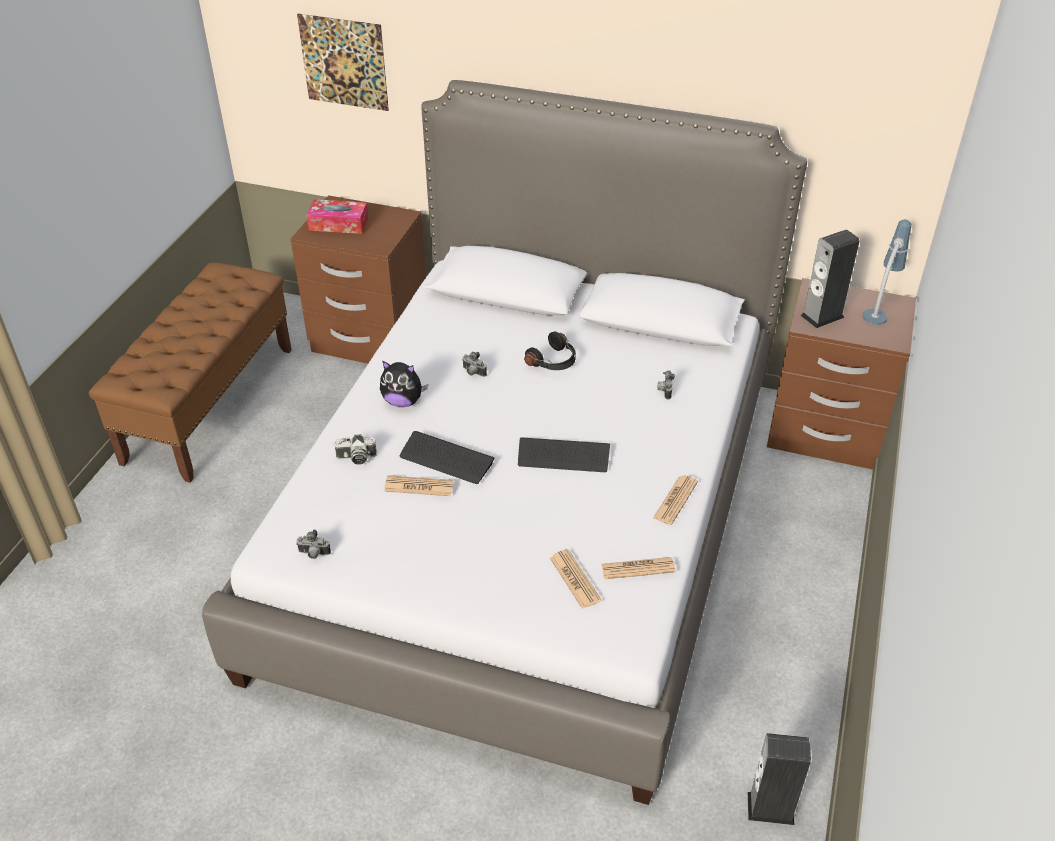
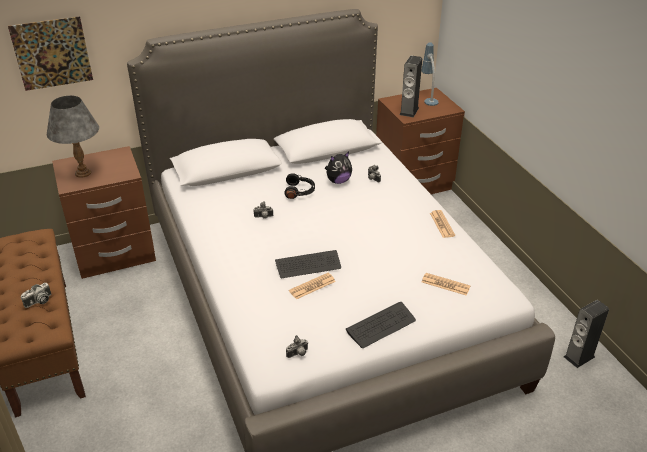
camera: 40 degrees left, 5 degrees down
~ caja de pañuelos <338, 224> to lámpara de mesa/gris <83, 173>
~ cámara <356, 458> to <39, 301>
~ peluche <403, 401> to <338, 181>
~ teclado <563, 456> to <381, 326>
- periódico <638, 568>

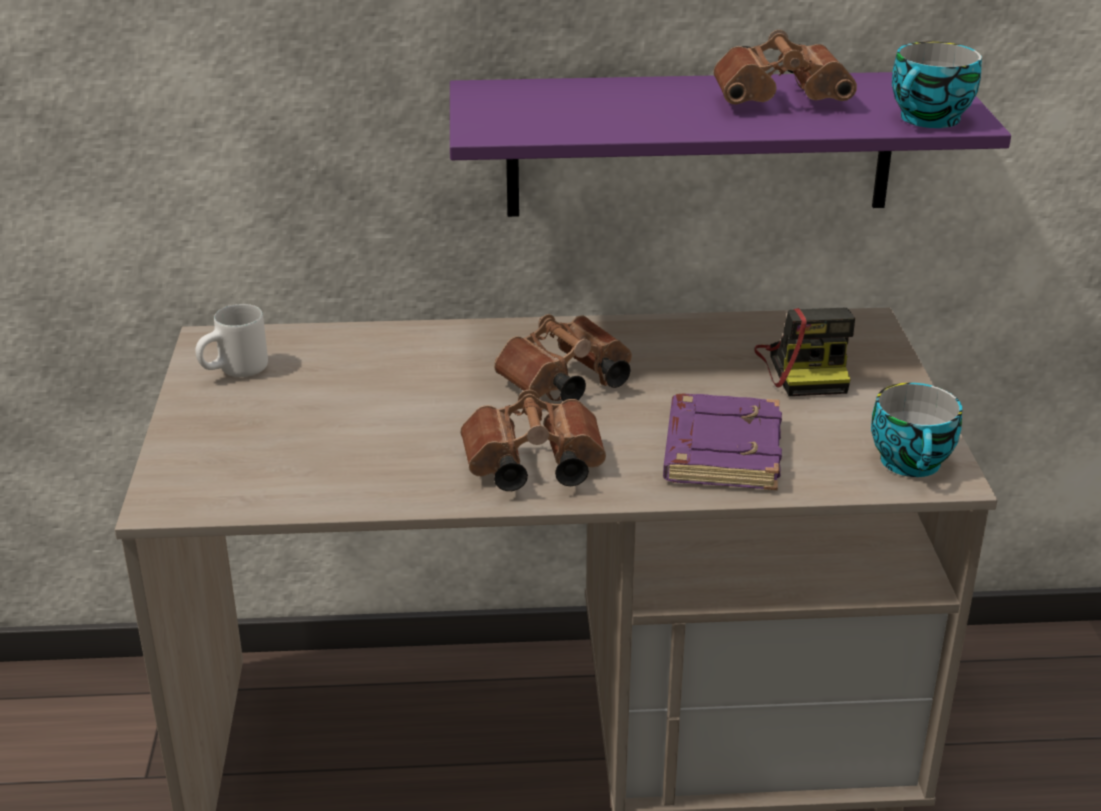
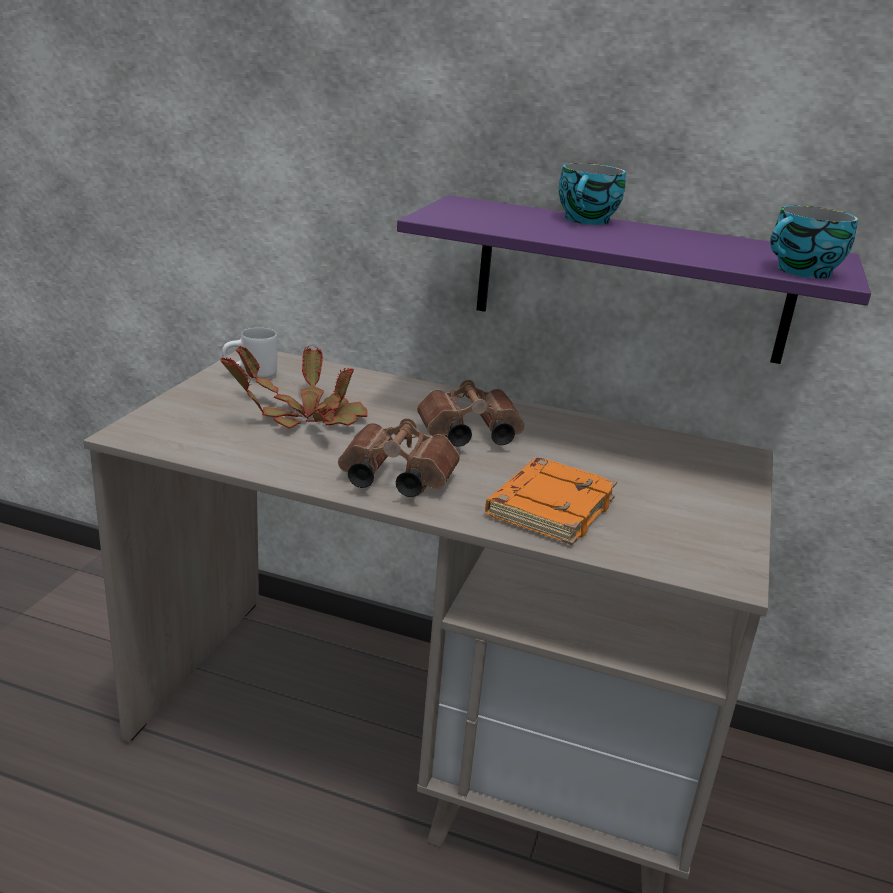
camera: 20 degrees right, 5 degrees down
~ libro/morado <720, 451> to libro/naranja <549, 507>
- prismáticos/marrón <783, 100>
- cámara <806, 368>
~ taza <913, 464> to <587, 221>
+ planta en maceta <305, 417>

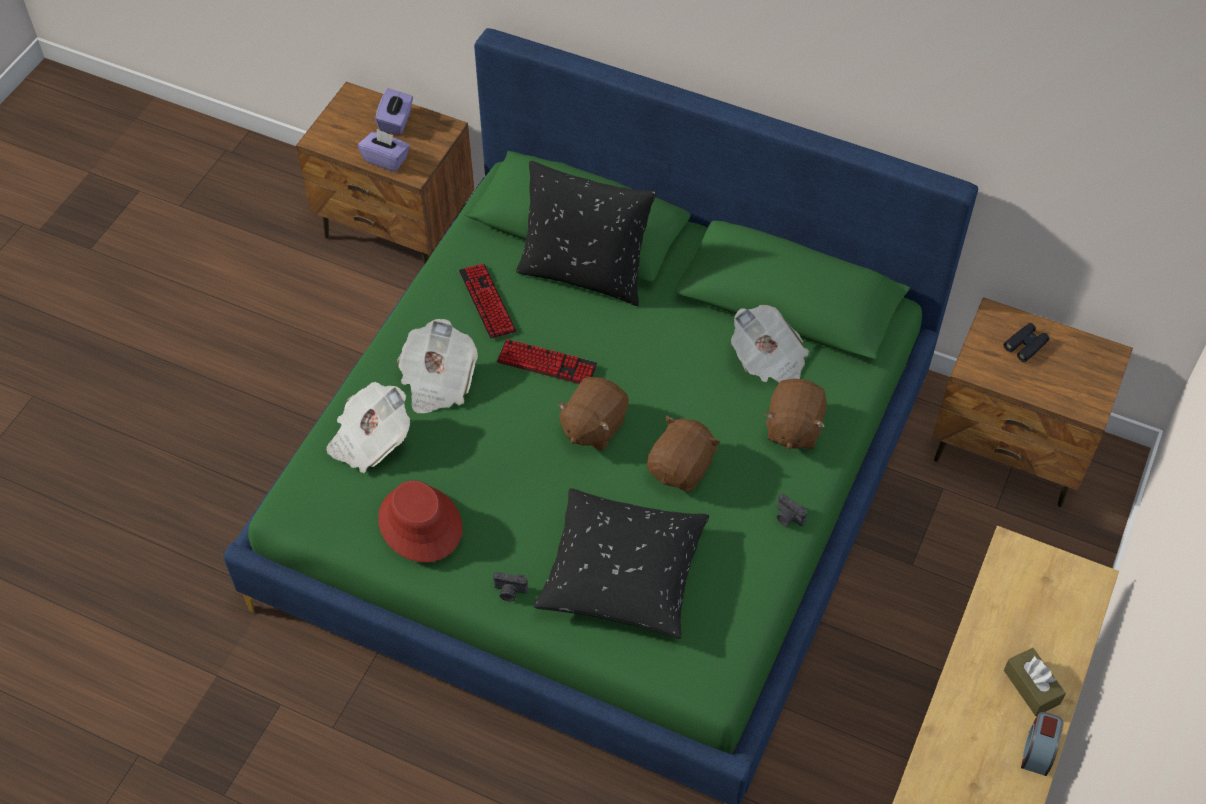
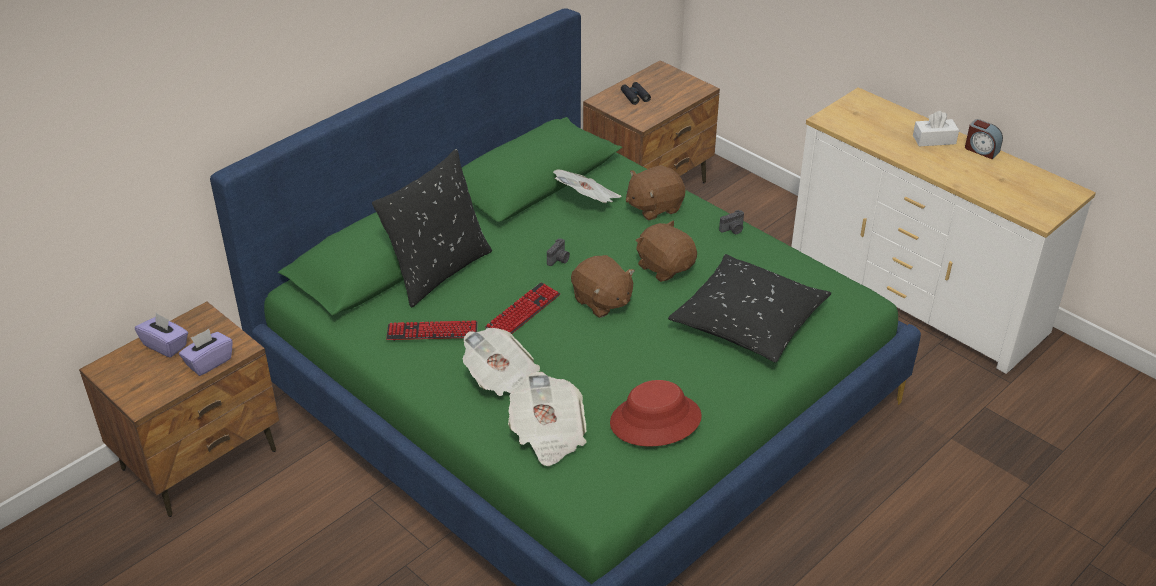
camera: 70 degrees left, 15 degrees down
~ cámara <509, 592> to <559, 260>
~ peluche/marrón <793, 428> = <654, 207> 120 degrees clockwise
~ caja de pañuelos/marrón <1031, 687> to caja de pañuelos/blanco <934, 139>

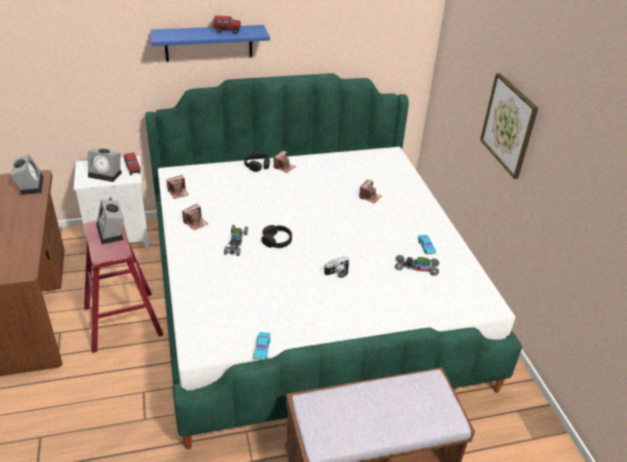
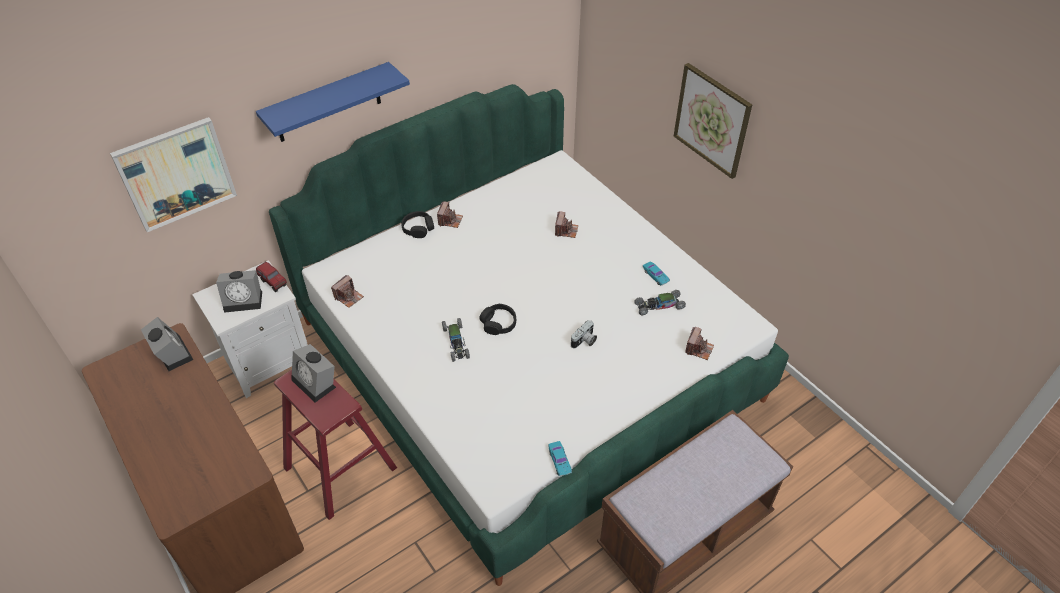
camera: 20 degrees left, 10 degrees up
~ cámara <195, 223> to <698, 349>
- camión de juguete <227, 31>
+ cuadro <176, 173>

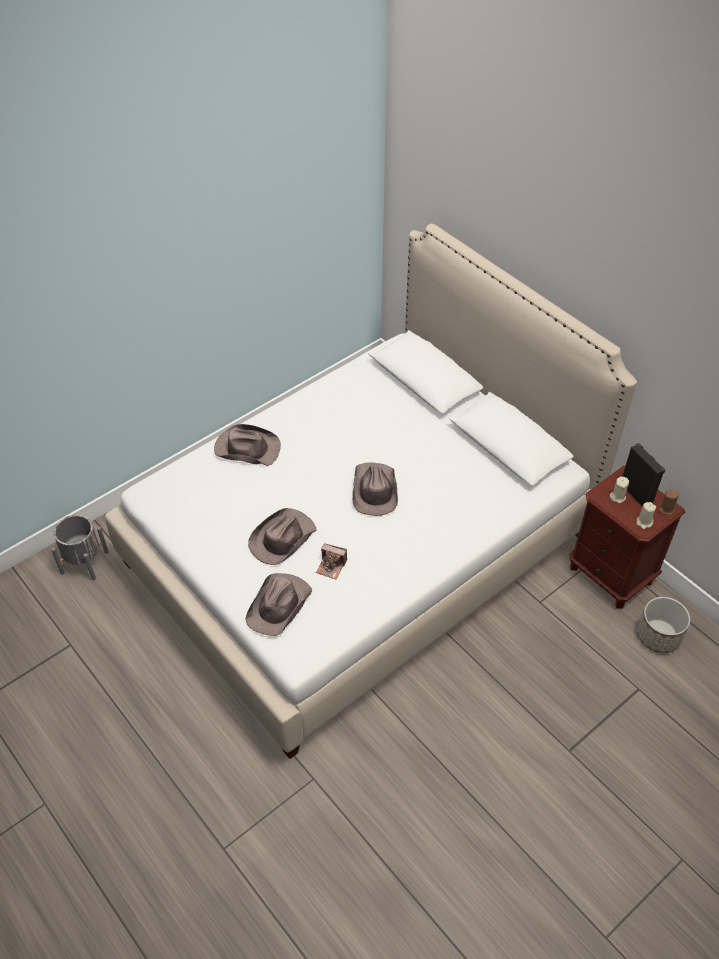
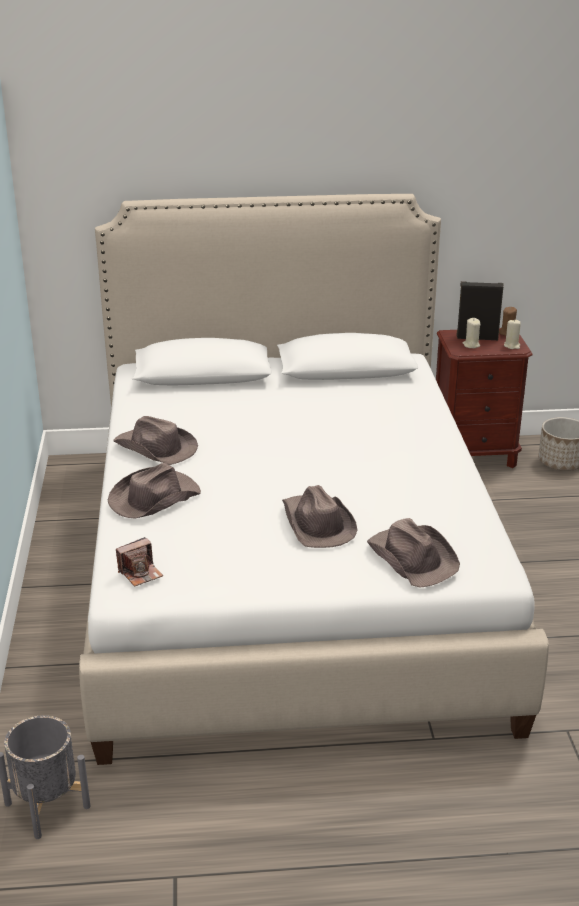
camera: 55 degrees left, 20 degrees down
~ cámara <331, 566> to <140, 573>
~ sombrero/marrón <374, 490> to <156, 448>

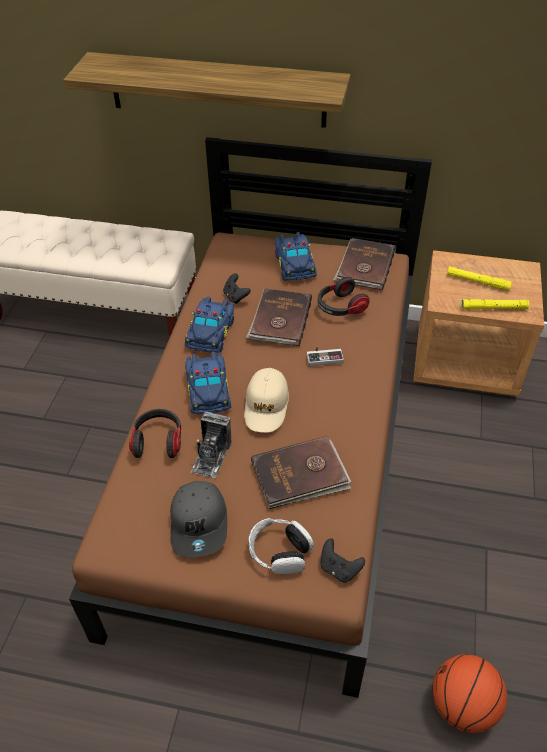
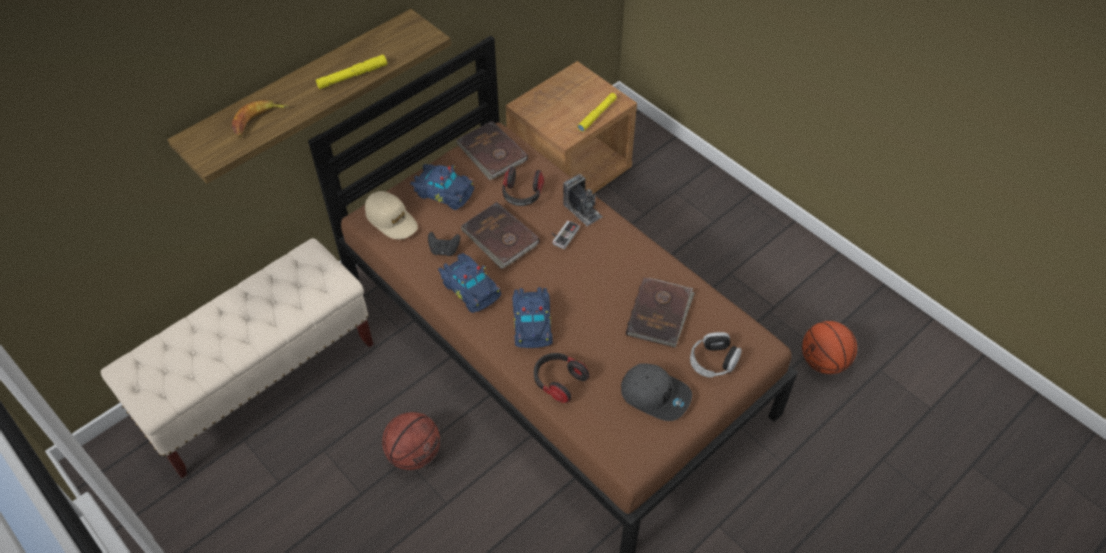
camera: 55 degrees left, 5 degrees up
~ coche de juguete/azul <209, 389> = <533, 323> 60 degrees clockwise
~ cámara <211, 456> to <582, 210>
~ gorra/beis <266, 406> to <391, 220>
- mando de consola/negro <339, 568>
~ linterna/amarillo <478, 282> to <352, 76>
+ plátano <258, 121>
+ balón de baloncesto <414, 453>

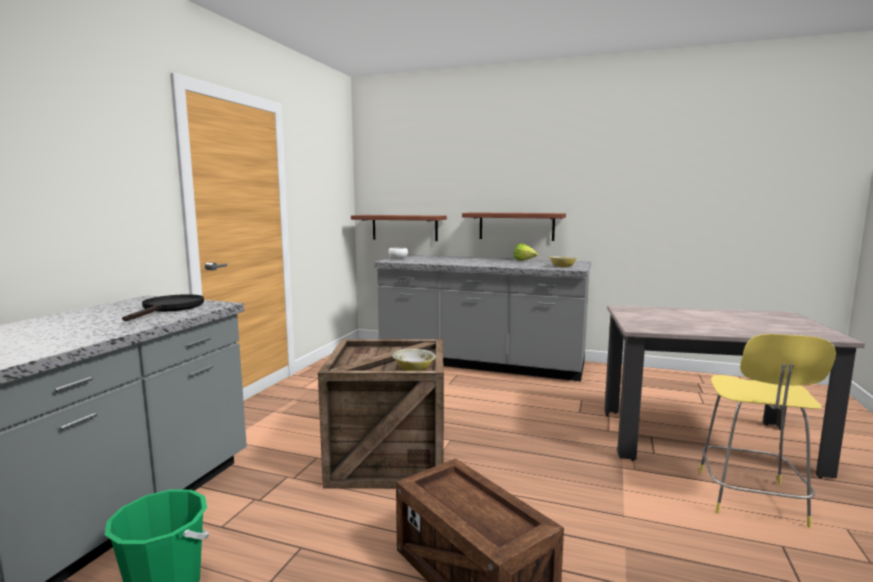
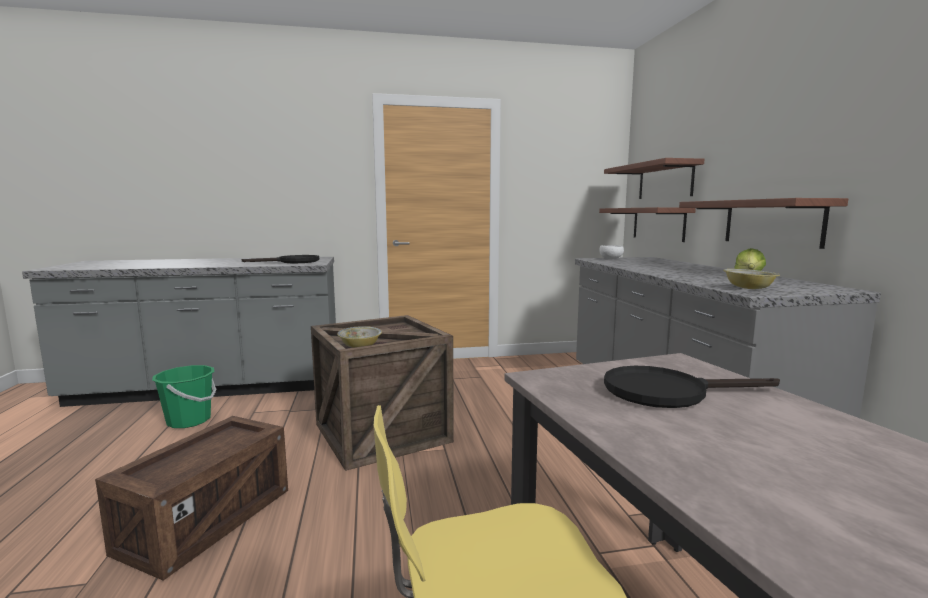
camera: 60 degrees right, 0 degrees up
+ estante <665, 181>
+ sartén/negro <667, 392>

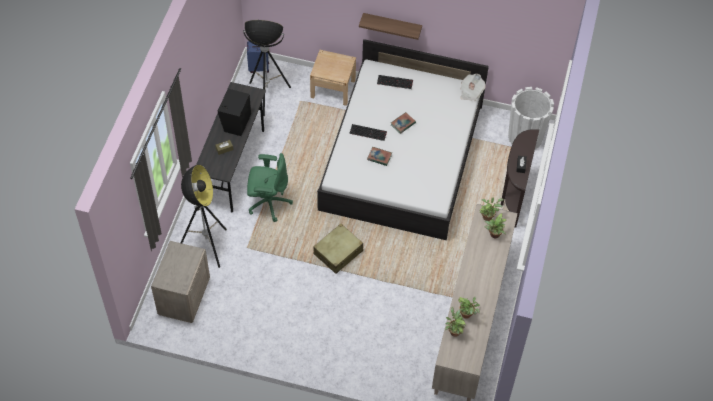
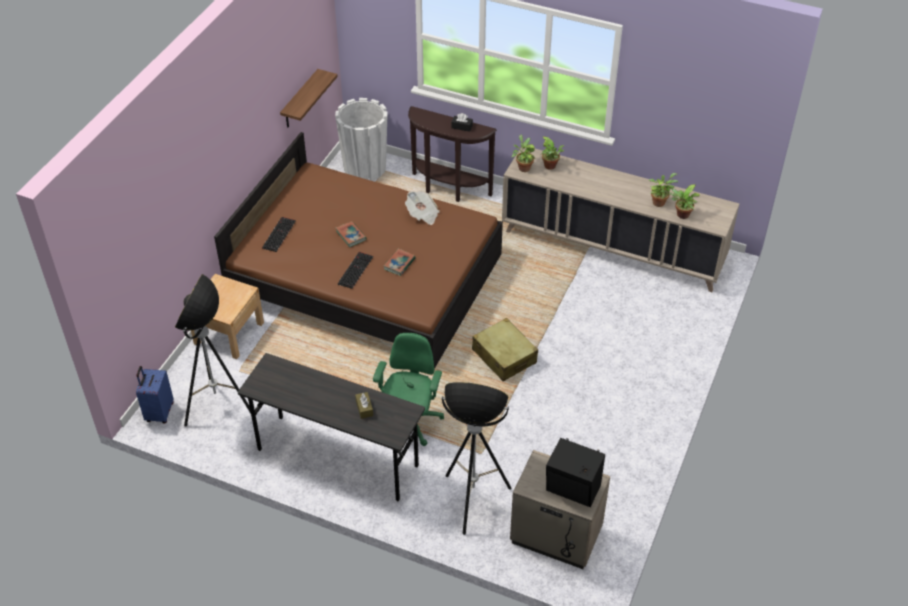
camera: 80 degrees left, 10 degrees down
~ altavoz/negro <235, 123> to <573, 490>
~ cama/blanco <402, 157> to cama/marrón <366, 278>
~ estante <392, 25> to <300, 100>
~ periódico <470, 92> to <422, 214>

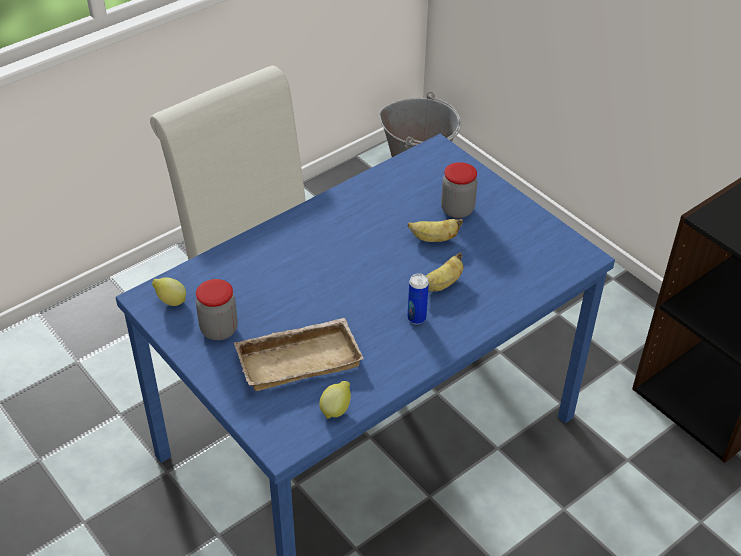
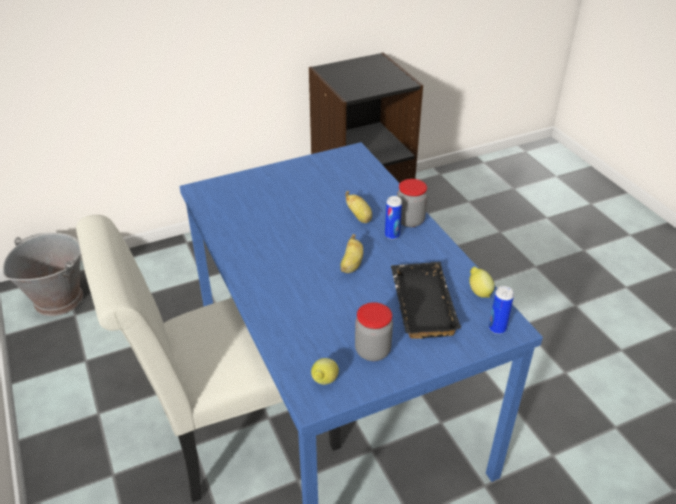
camera: 75 degrees left, 5 degrees down
~ bandeja/beis <299, 358> to bandeja/negro <419, 304>
~ plátano <434, 239> to <351, 265>
~ tarro <457, 210> to <410, 220>
+ lata <497, 328>

